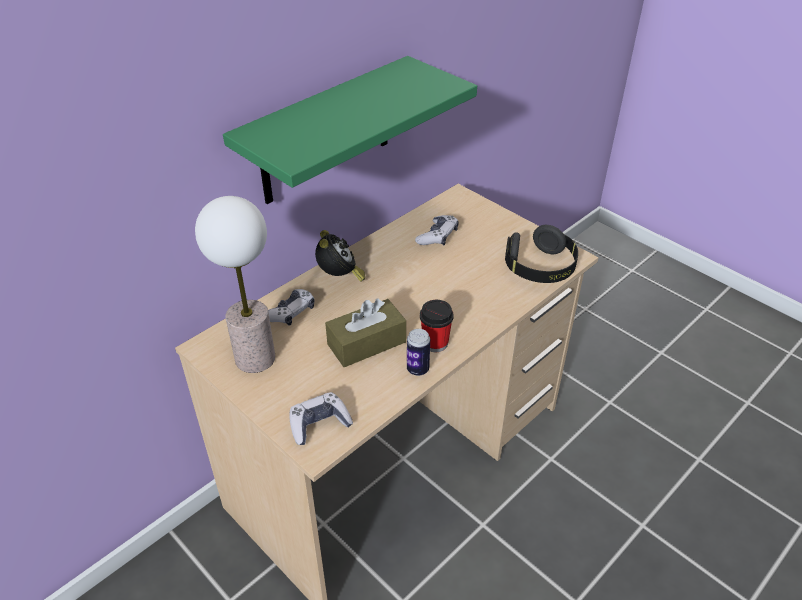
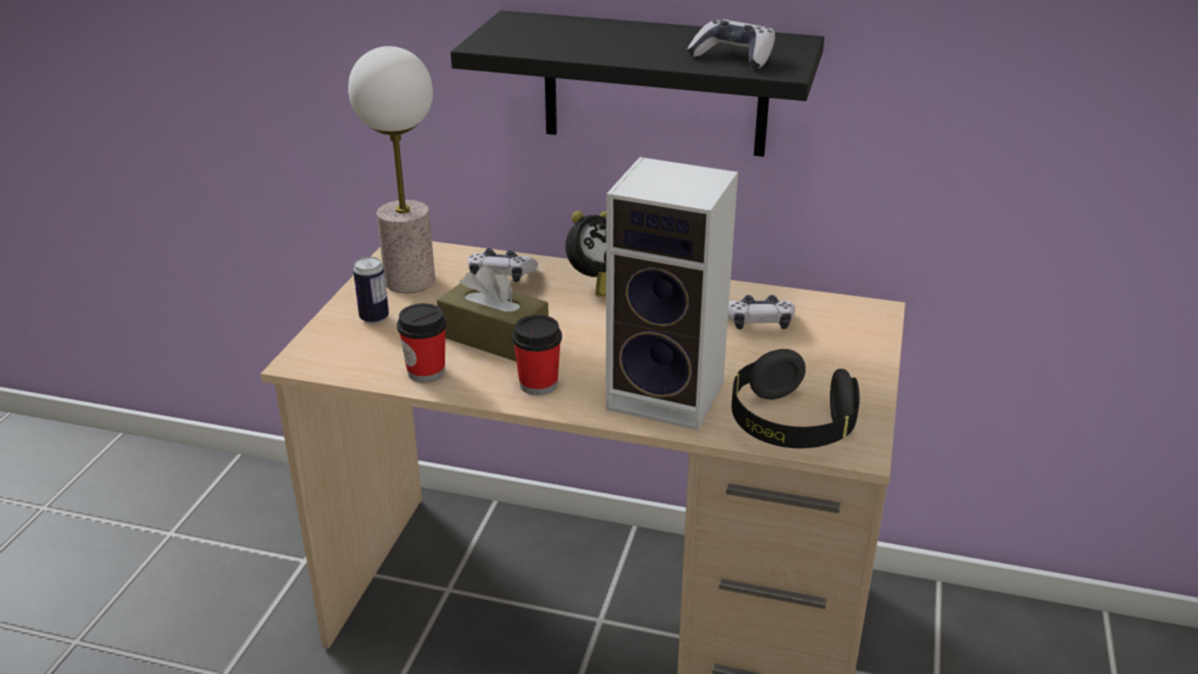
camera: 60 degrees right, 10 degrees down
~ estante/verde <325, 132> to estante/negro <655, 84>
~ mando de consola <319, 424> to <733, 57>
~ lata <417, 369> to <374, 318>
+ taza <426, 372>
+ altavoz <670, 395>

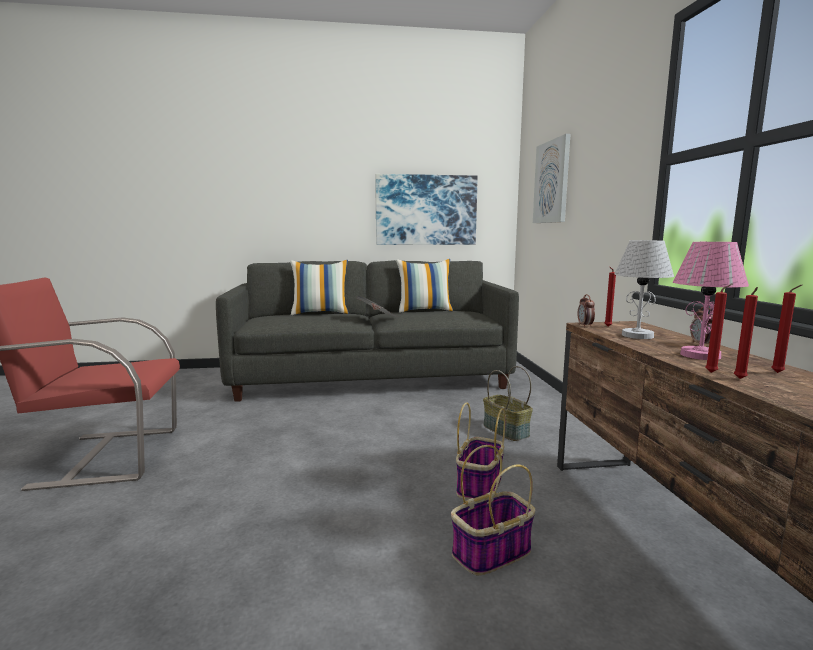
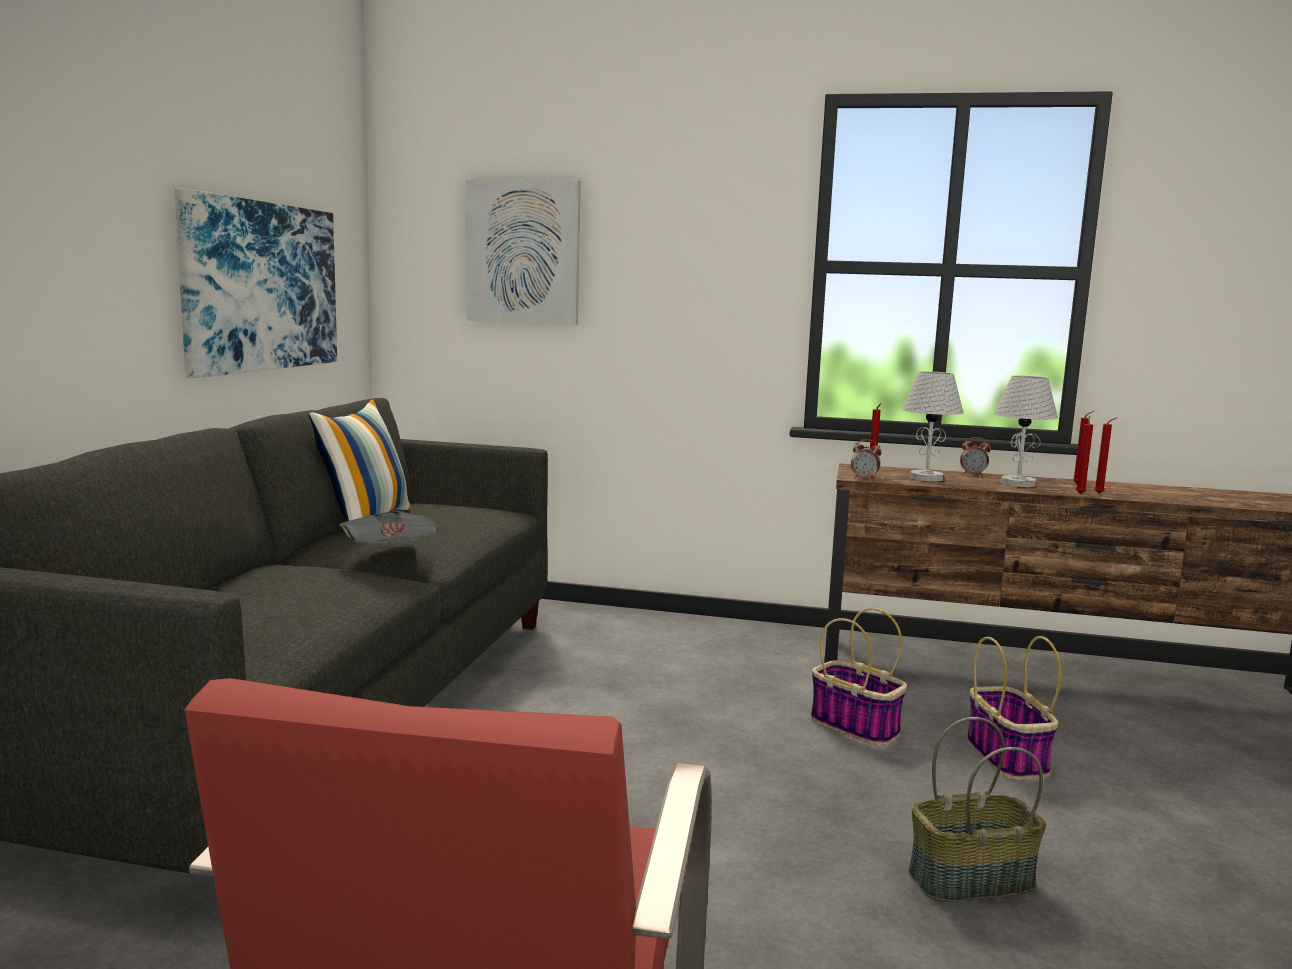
camera: 70 degrees left, 0 degrees up
- cojín <320, 313>
~ cesta <505, 430> to <971, 881>
~ lámpara de mesa/rosa <701, 355> to lámpara de mesa/blanco <1018, 483>

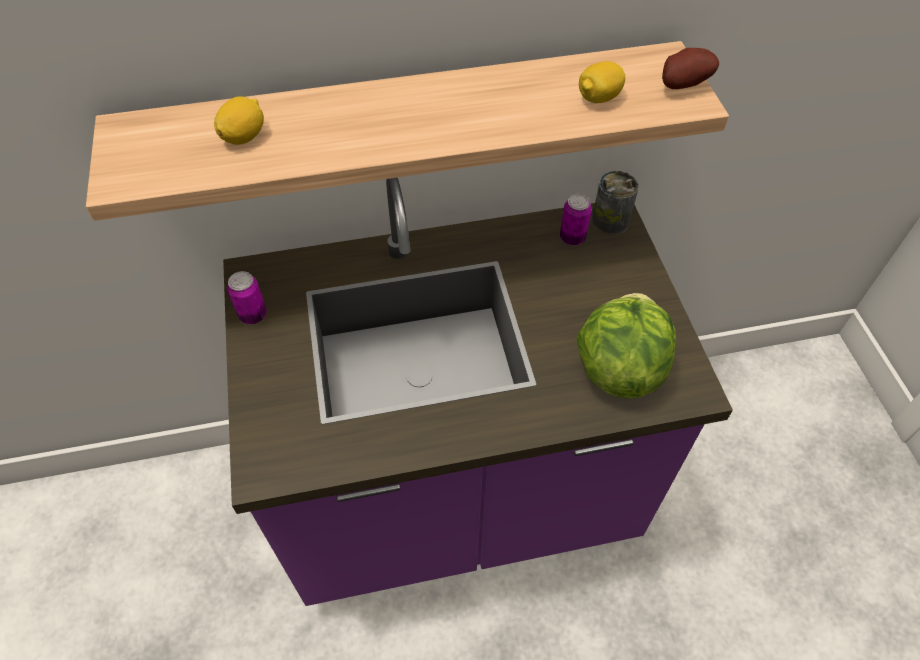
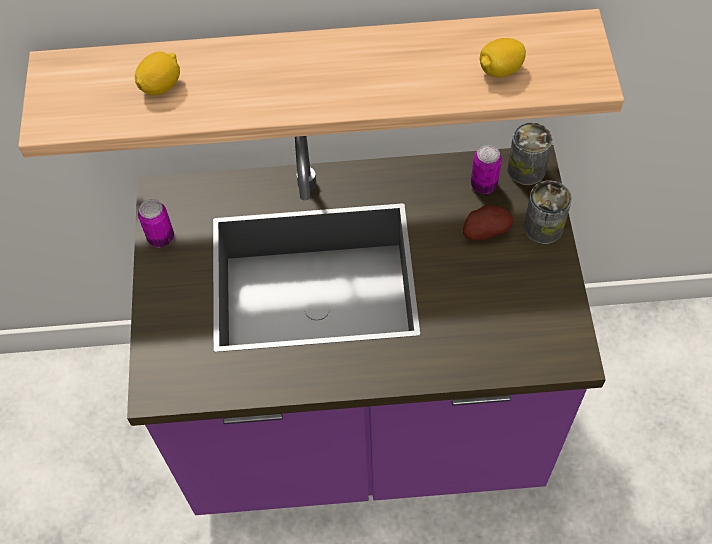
camera: 10 degrees right, 5 degrees up
- lechuga <619, 368>
~ patata <682, 84> to <485, 231>
+ lata <543, 227>

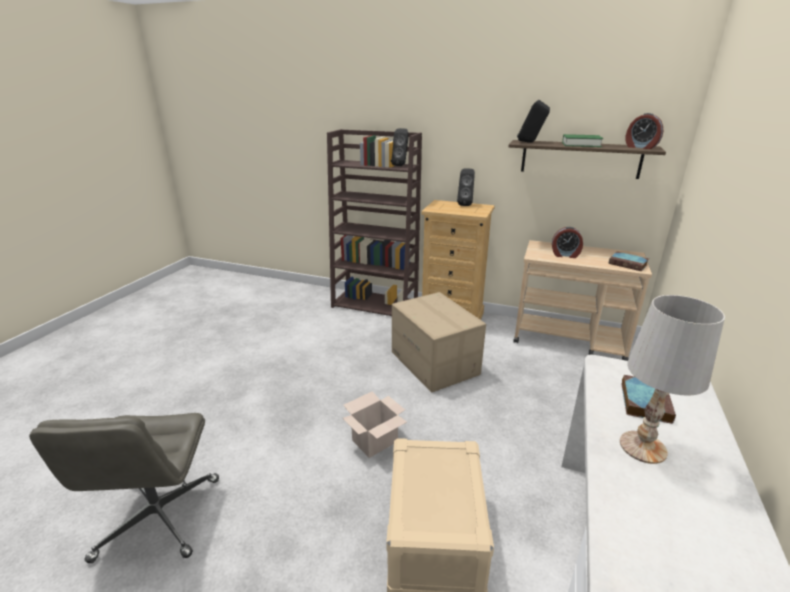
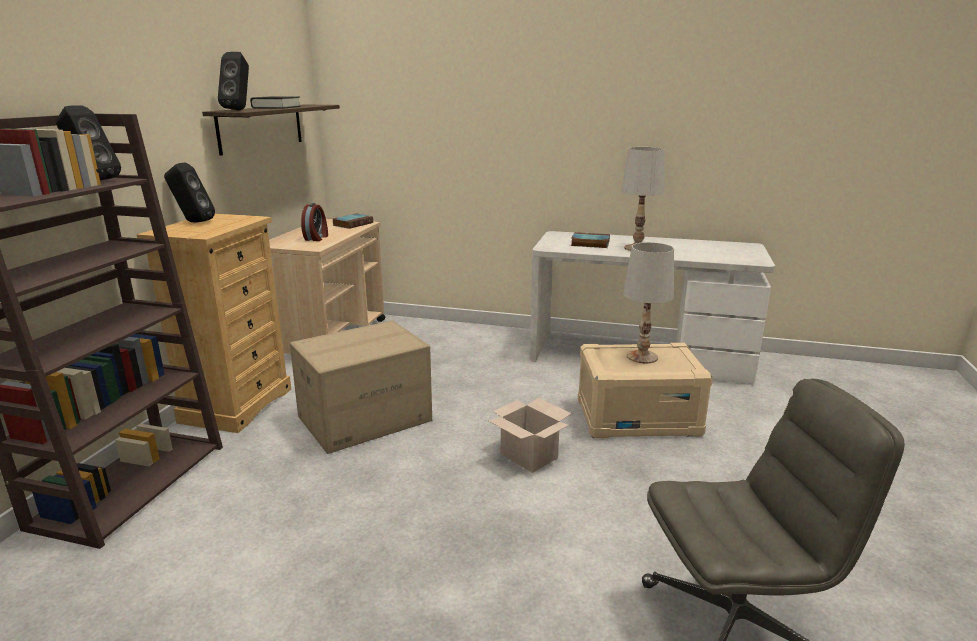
camera: 95 degrees left, 5 degrees down
~ libro/verde <581, 144> to libro/negro <276, 107>
- despertador <640, 147>
+ lámpara de mesa/blanco <642, 357>

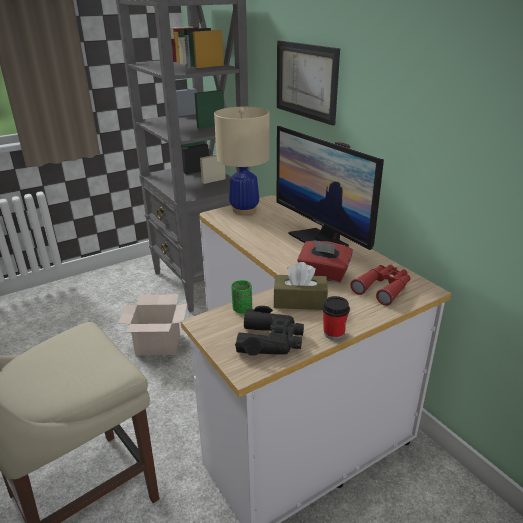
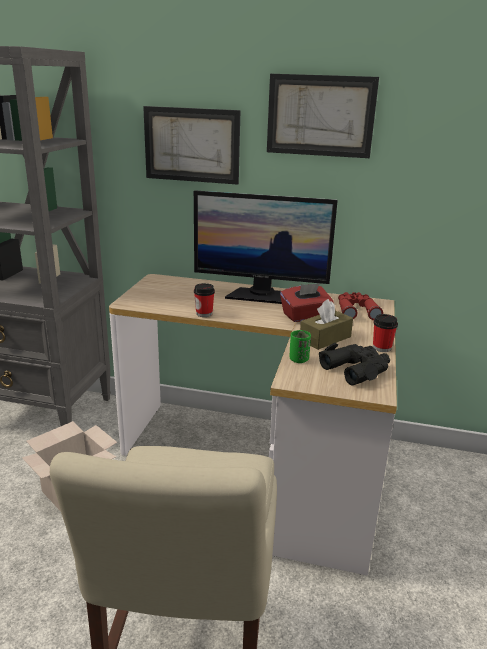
camera: 45 degrees left, 5 degrees down
- lámpara de mesa/beis <244, 209>
+ taza <204, 314>
+ cuadro <320, 116>

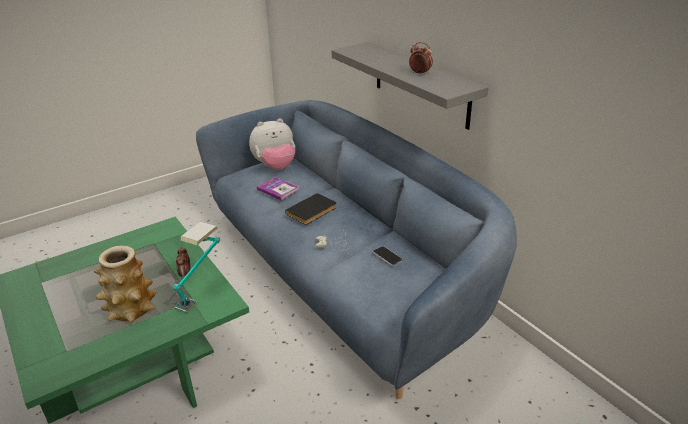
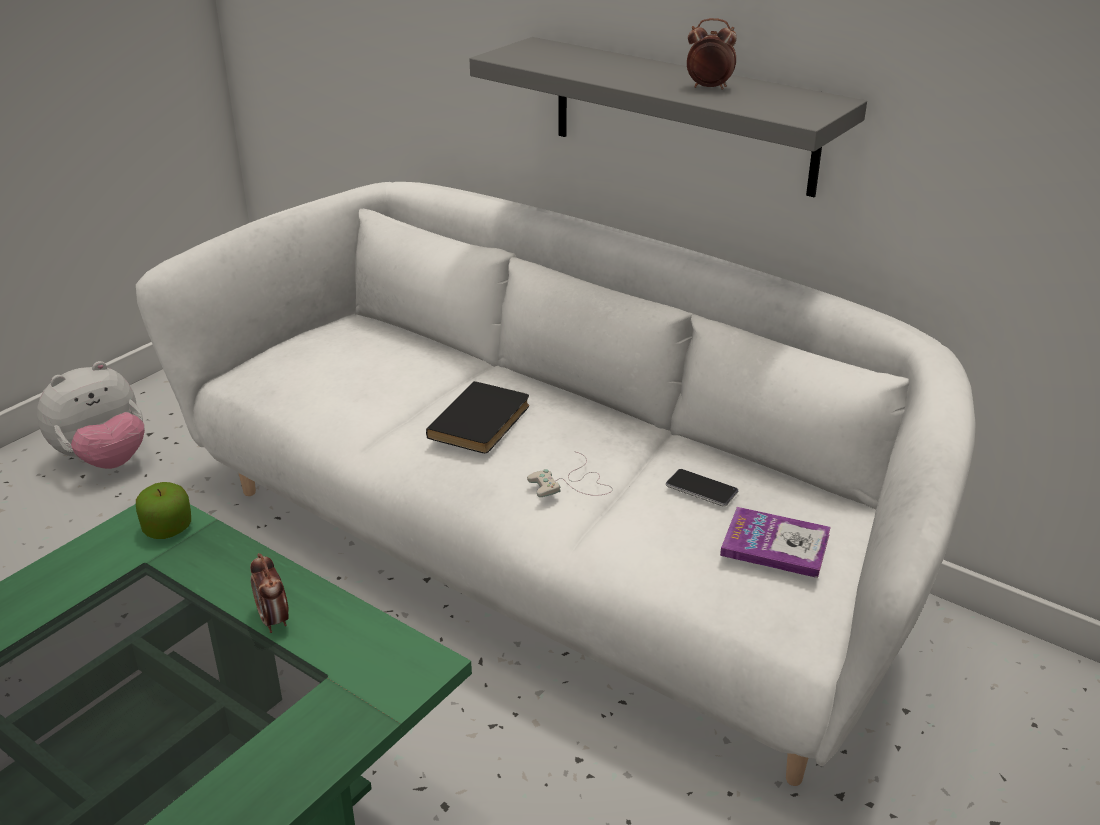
camera: 20 degrees left, 0 degrees up
- florero <130, 309>
- lámpara de mesa <202, 291>
~ sofá/azul <344, 277> to sofá/blanco <548, 557>
~ peluche <275, 166> to <104, 460>
~ libro <278, 189> to <775, 545>
+ manzana <168, 529>

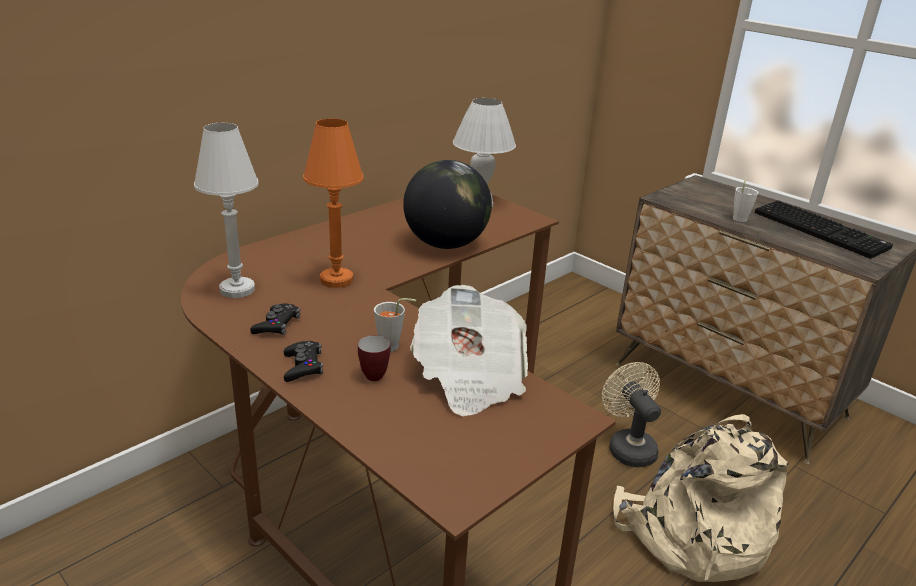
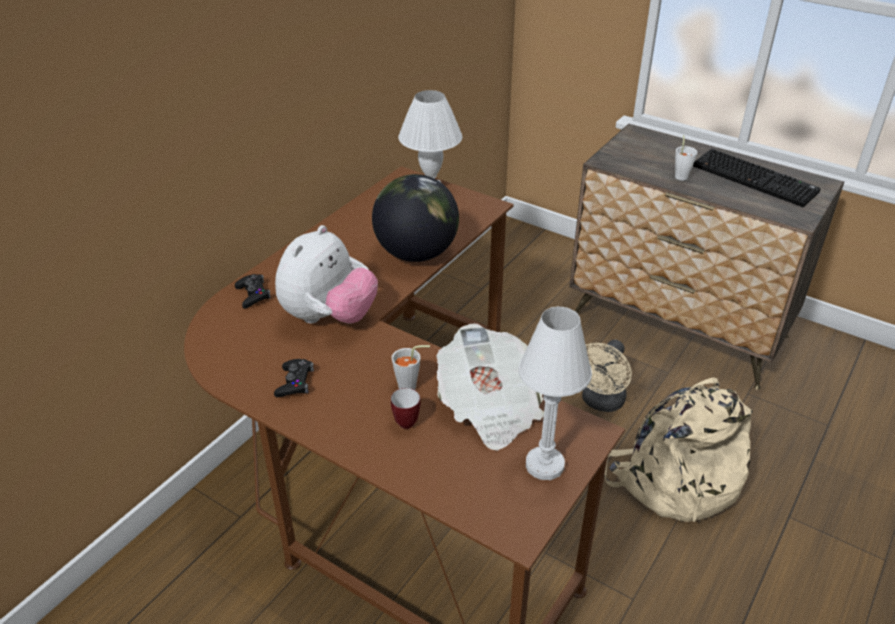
camera: 10 degrees left, 10 degrees up
~ lámpara de mesa/blanco <237, 289> to <544, 465>
~ mando de consola/negro <303, 366> to <253, 294>
~ lámpara de mesa/naranja <336, 279> to peluche <329, 317>
~ ventilador/beis <628, 446> = <601, 402> 120 degrees counterclockwise

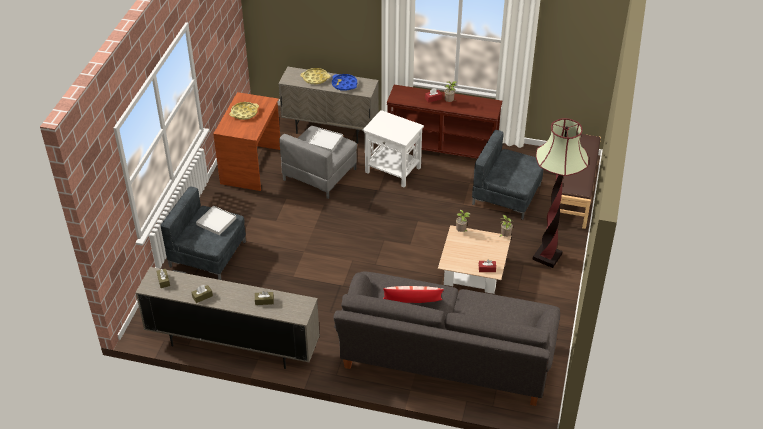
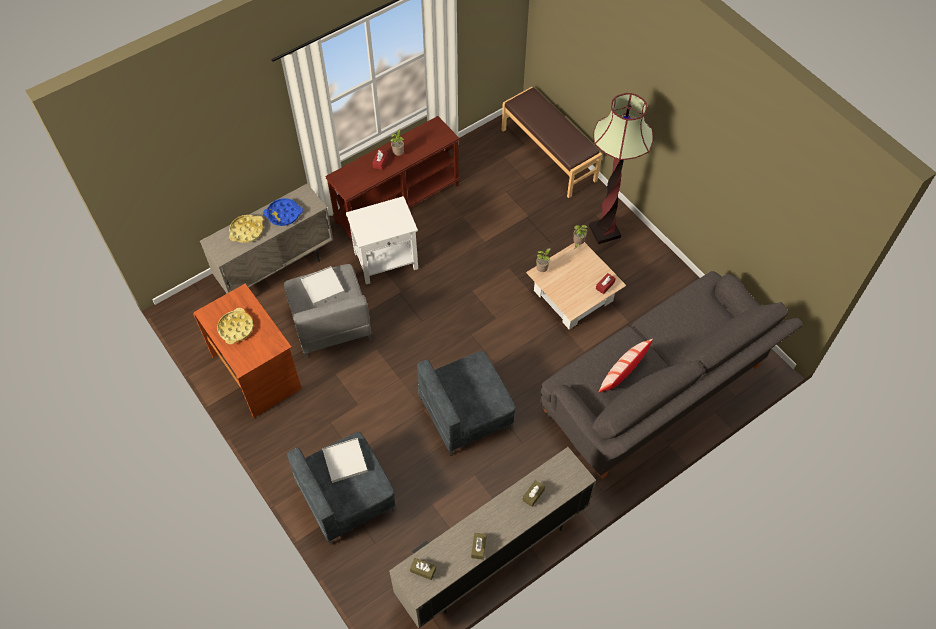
camera: 50 degrees left, 15 degrees up
~ sillón/gris <507, 195> to <466, 413>

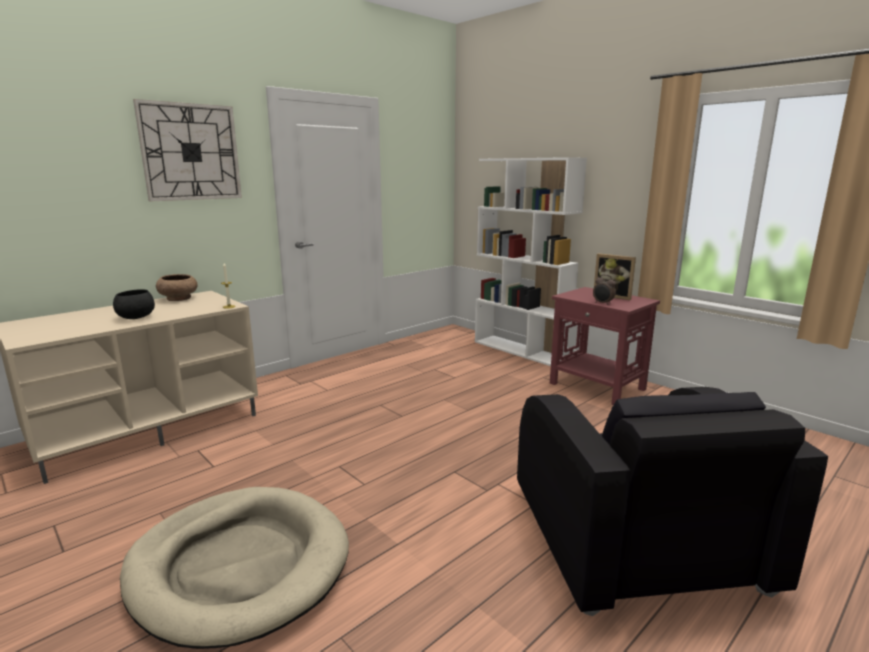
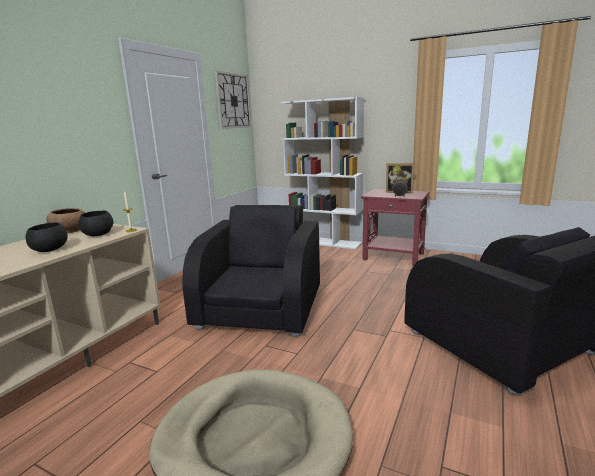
camera: 20 degrees left, 0 degrees up
~ reloj de pared <191, 152> to <233, 101>
+ cuenco/negro <97, 235>
+ sillón/negro <261, 307>

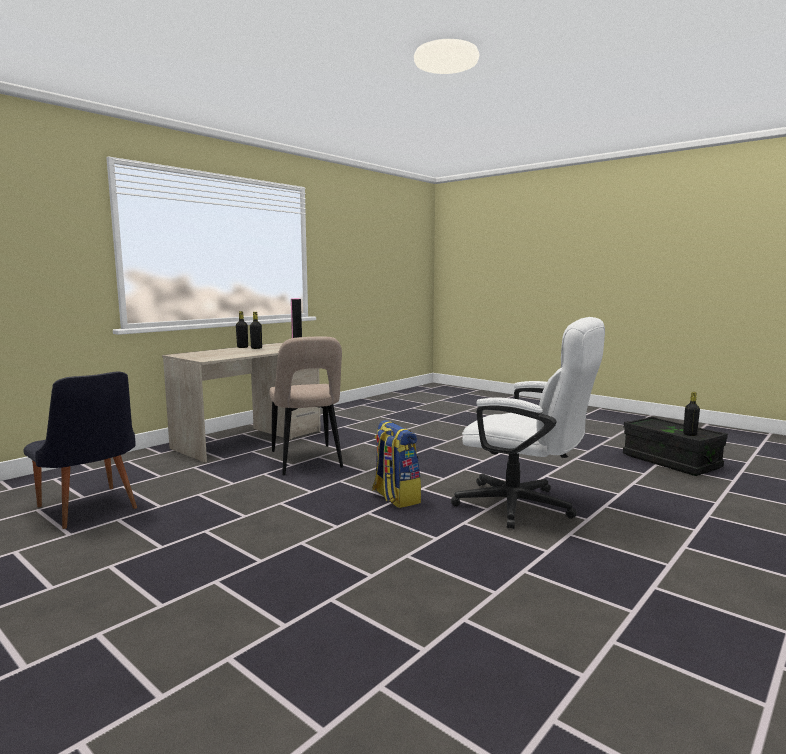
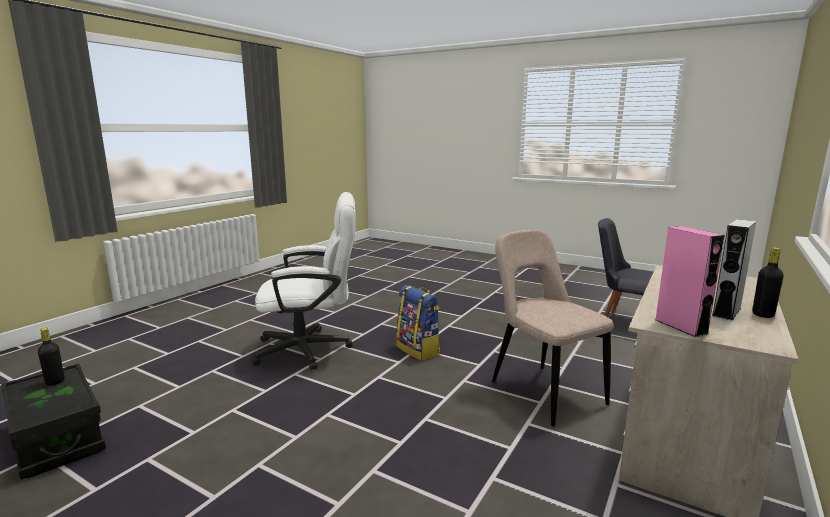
camera: 170 degrees right, 5 degrees up
~ botella/negro <256, 348> to altavoz/gris <726, 312>
~ silla de oficina/blanco <524, 507> = <312, 349> 150 degrees clockwise

